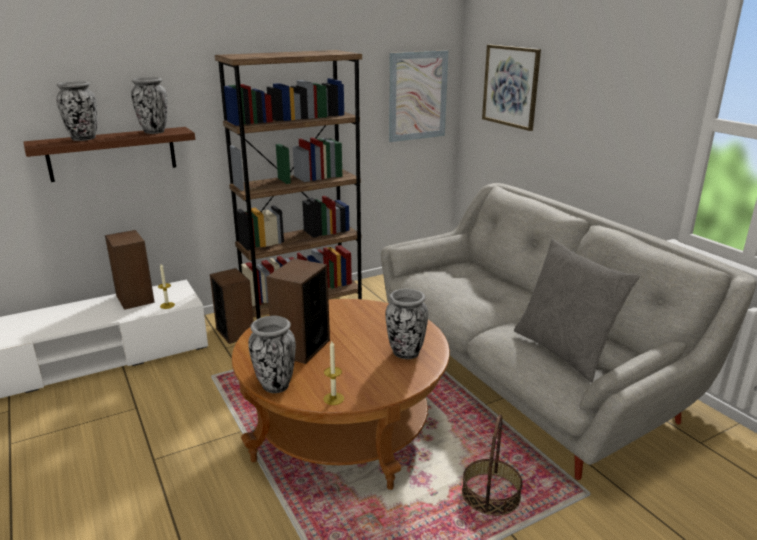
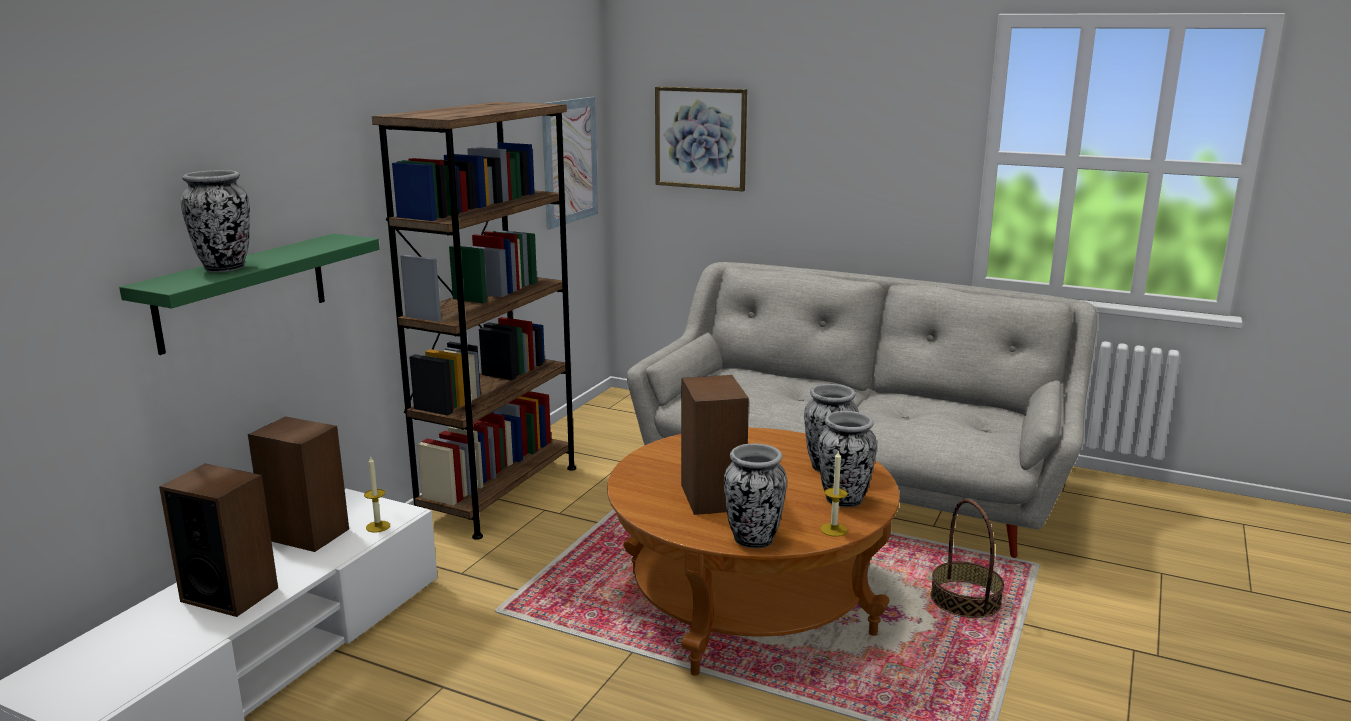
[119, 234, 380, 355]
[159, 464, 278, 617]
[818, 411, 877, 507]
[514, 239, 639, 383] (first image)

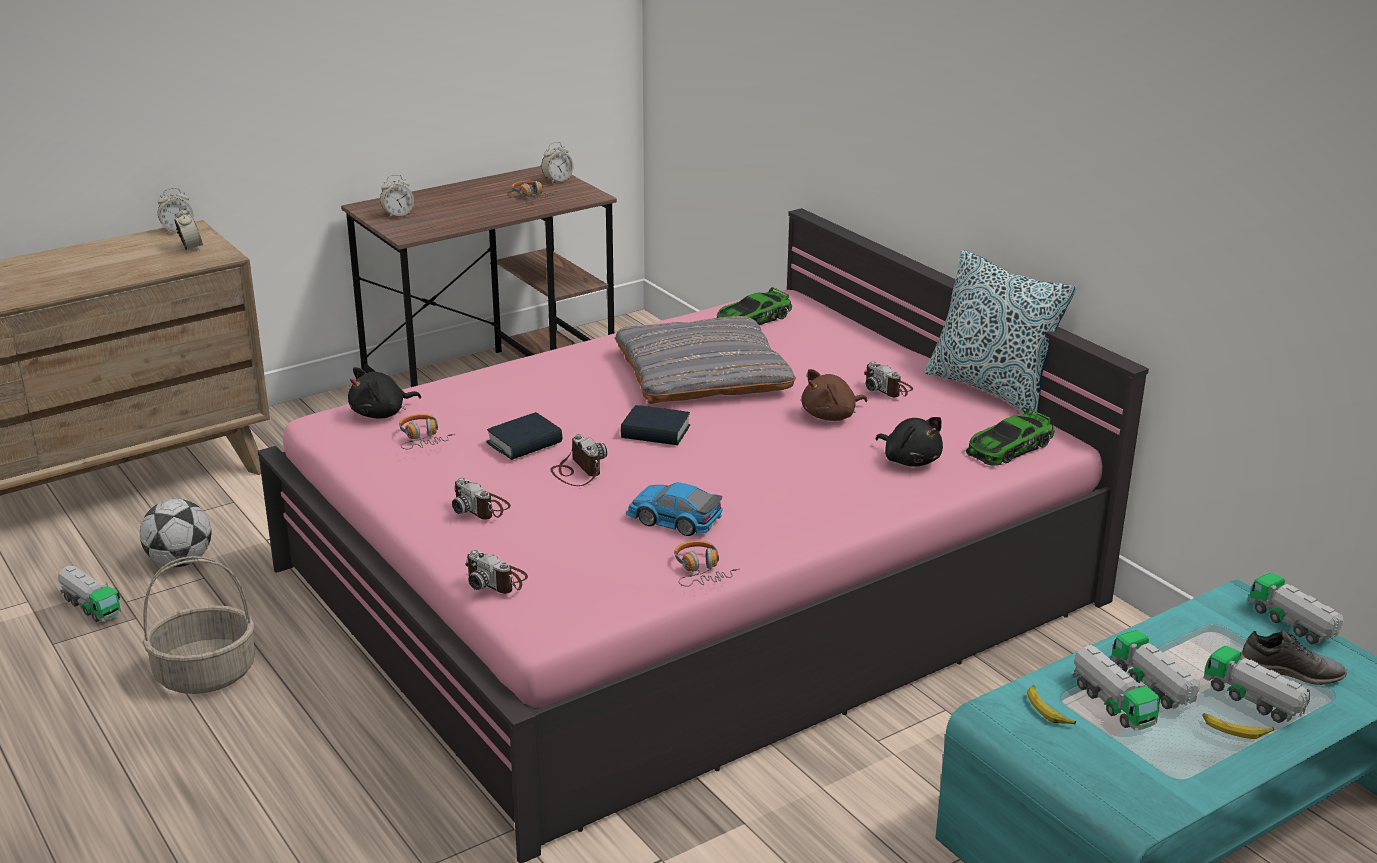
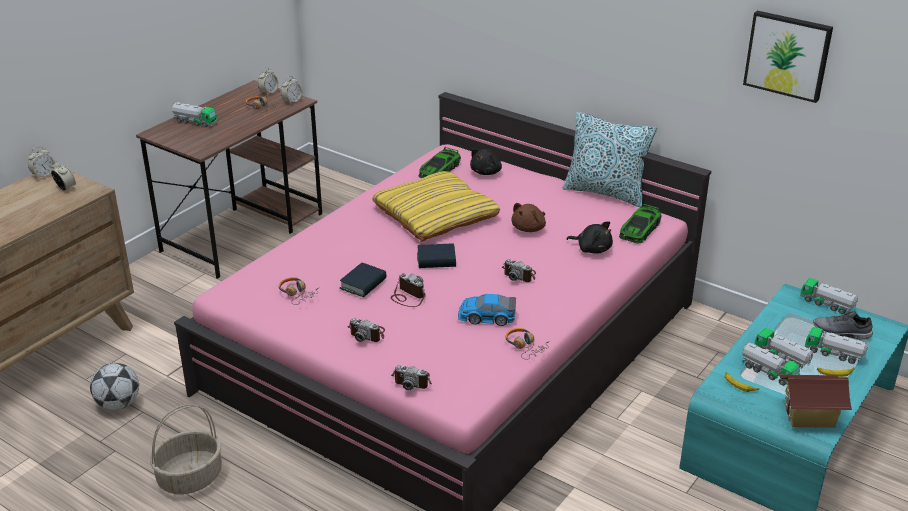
[172, 102, 217, 128]
[281, 76, 302, 105]
[372, 171, 500, 242]
[470, 148, 502, 175]
[502, 259, 536, 282]
[743, 11, 833, 103]
[780, 375, 852, 428]
[813, 311, 873, 340]

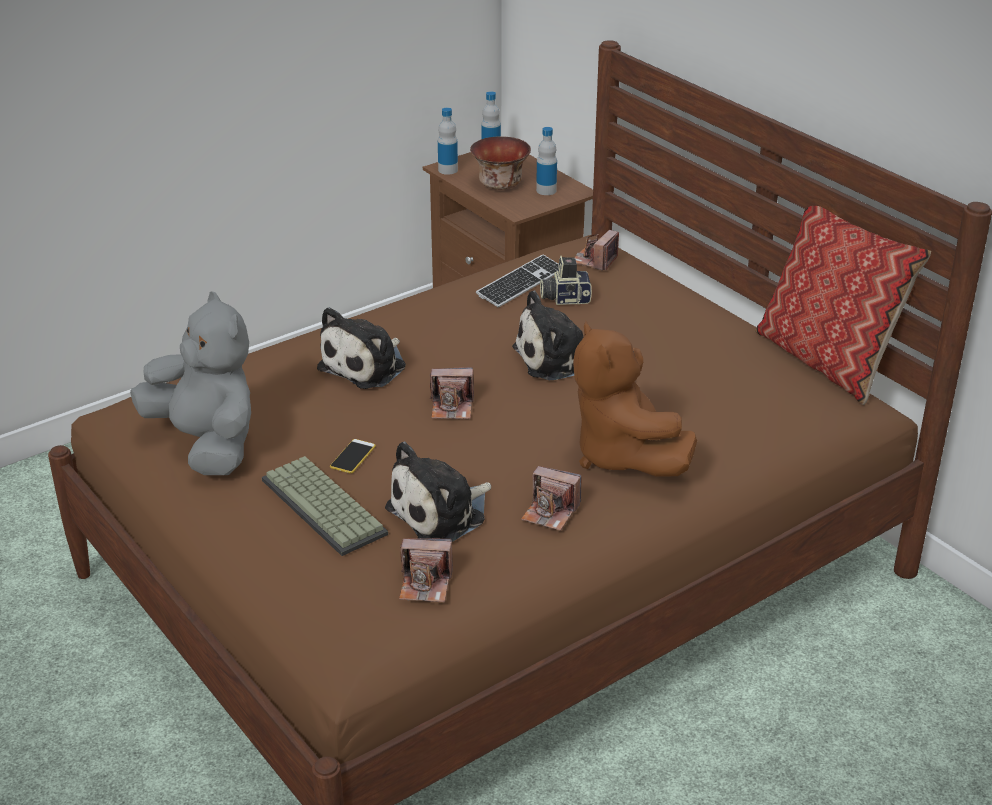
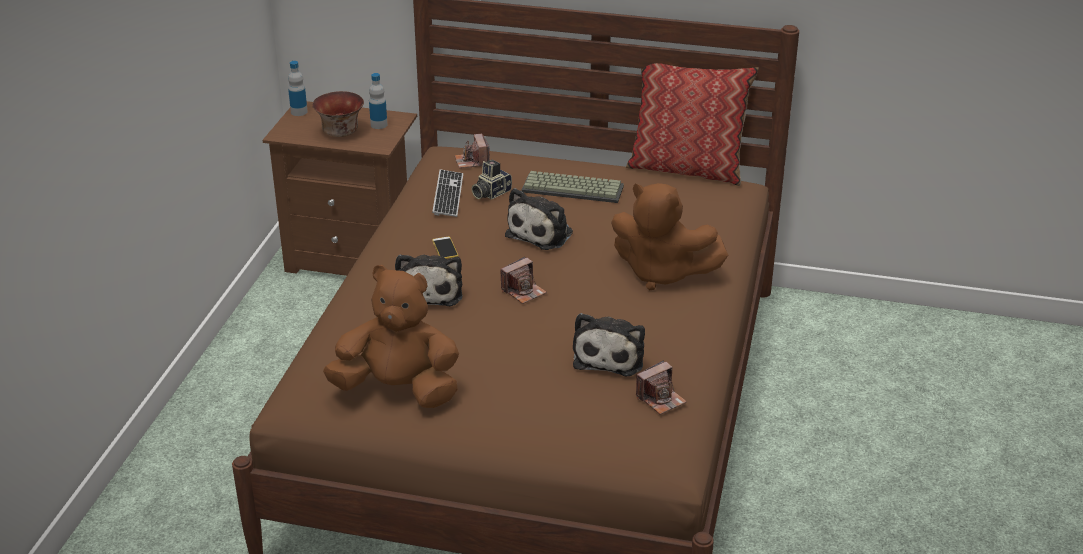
[323, 265, 459, 408]
[432, 237, 458, 259]
[522, 171, 624, 203]
[438, 108, 458, 175] (first image)
[521, 466, 581, 531] (first image)

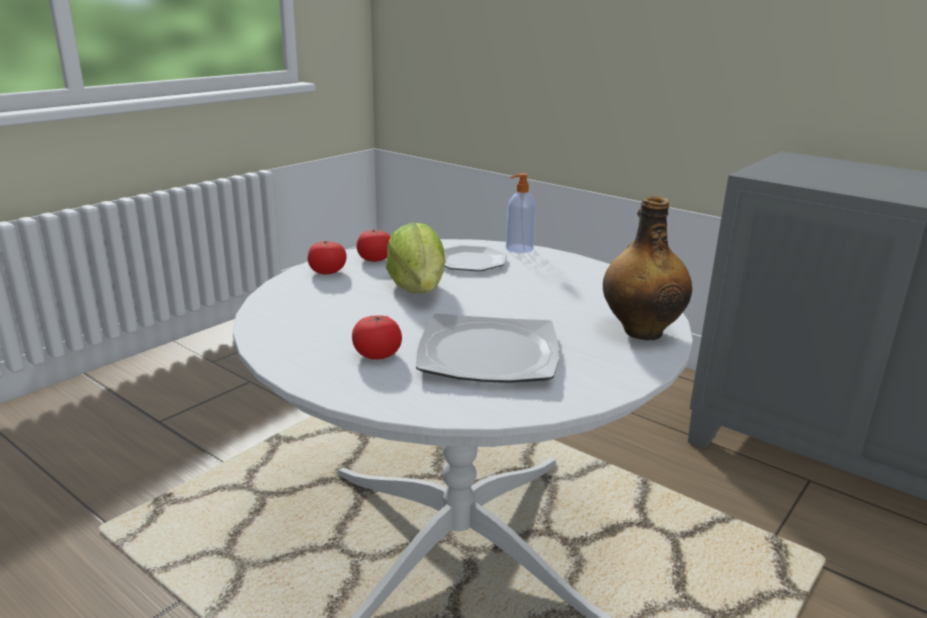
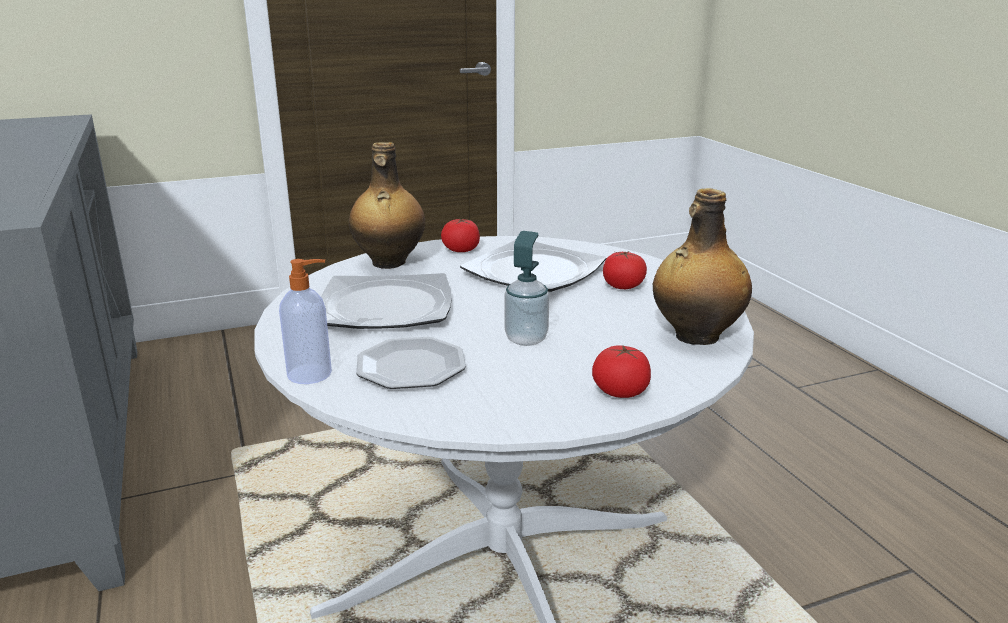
[321, 273, 452, 329]
[441, 219, 480, 252]
[504, 231, 549, 346]
[652, 188, 752, 345]

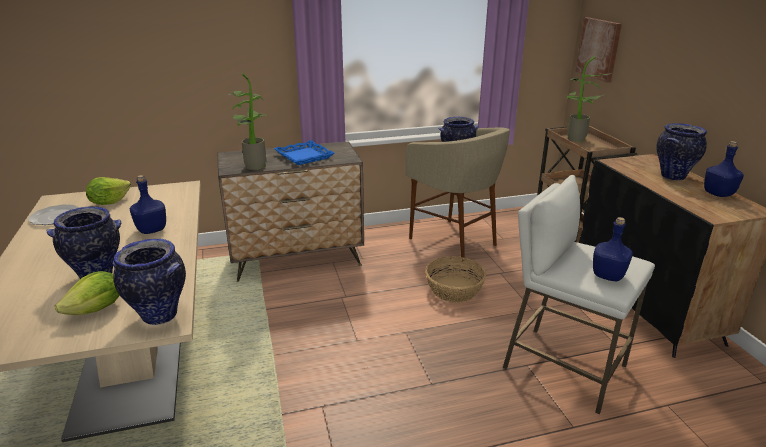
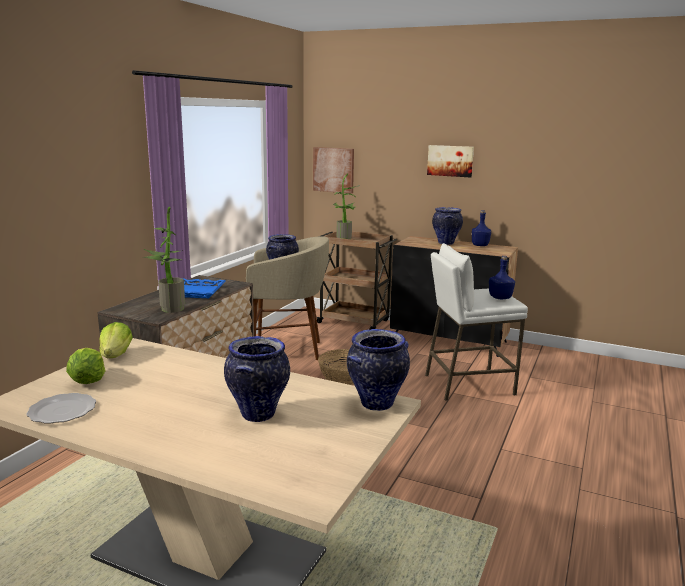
[100, 322, 133, 358]
[427, 145, 474, 178]
[129, 175, 166, 234] (first image)

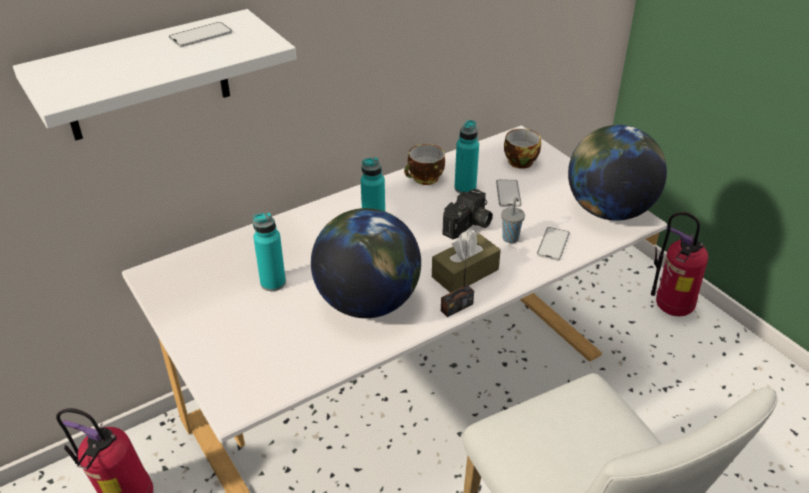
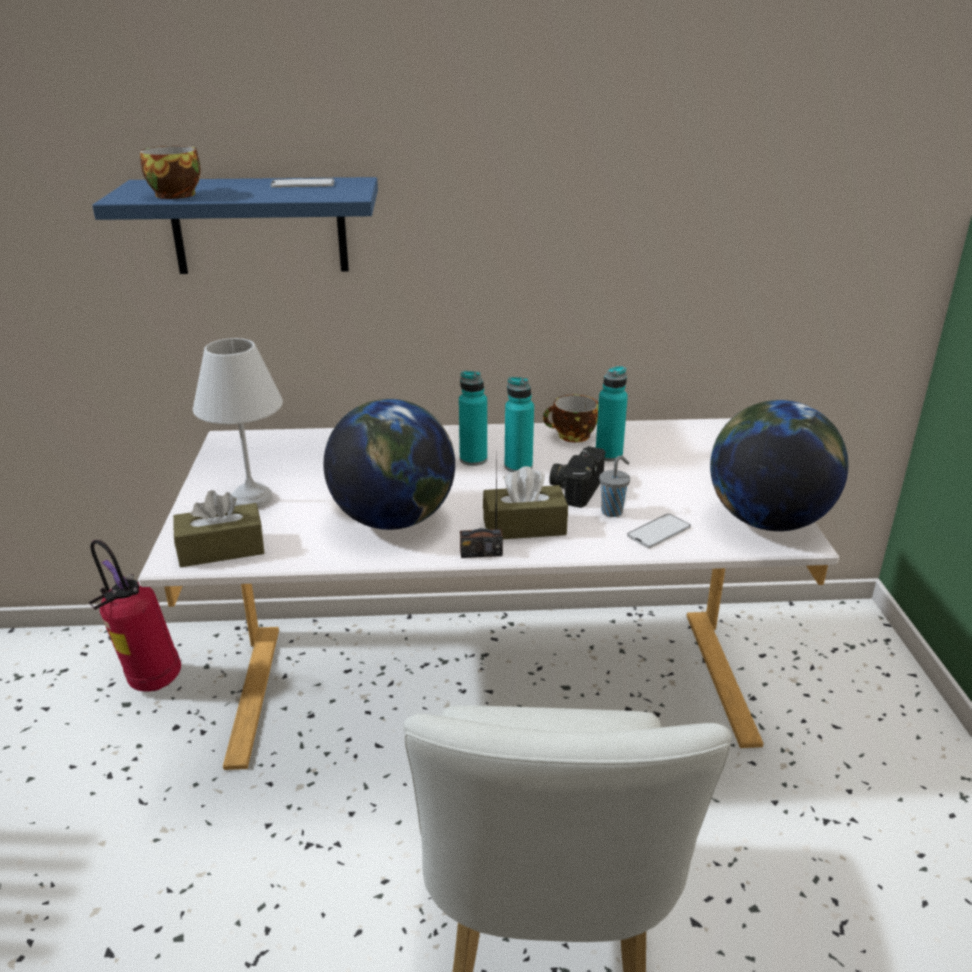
[92, 177, 378, 274]
[140, 146, 201, 199]
[173, 490, 265, 567]
[193, 338, 283, 508]
[504, 377, 534, 472]
[549, 446, 606, 508]
[496, 180, 521, 207] (first image)
[651, 212, 708, 316] (first image)

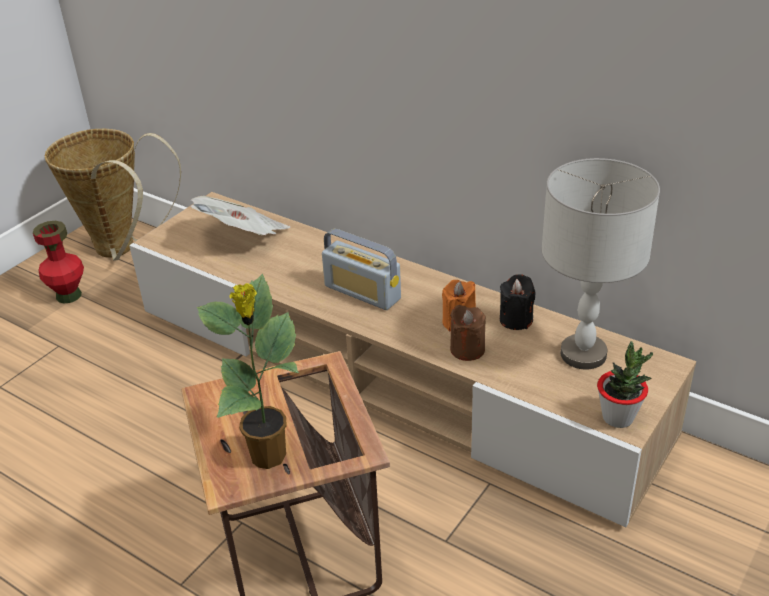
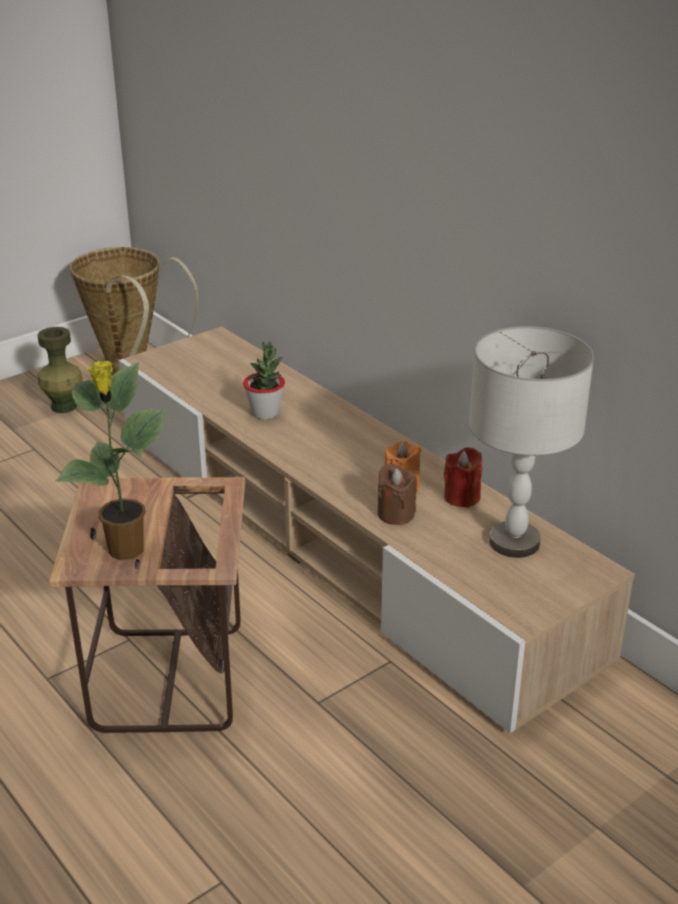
[37, 327, 83, 413]
[243, 341, 285, 419]
[444, 447, 482, 508]
[190, 196, 291, 236] (first image)
[322, 229, 401, 310] (first image)

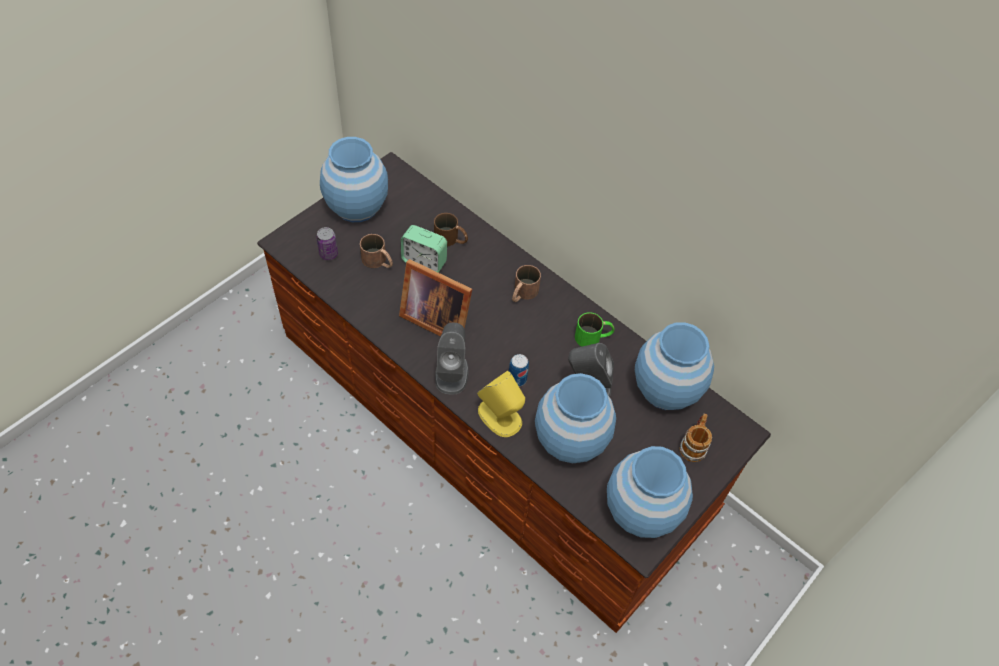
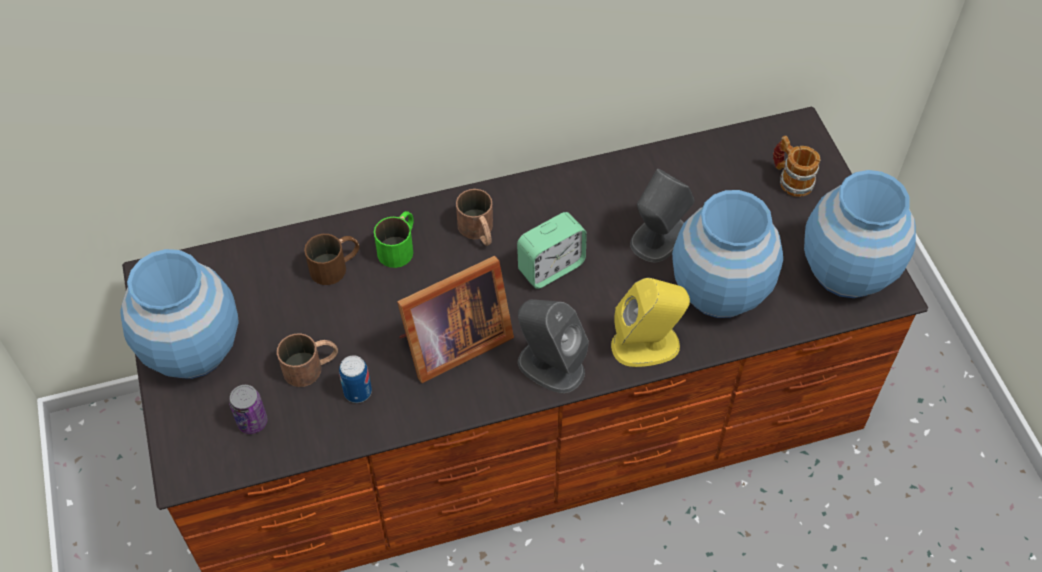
[339, 355, 372, 403]
[374, 211, 414, 268]
[517, 212, 587, 289]
[635, 322, 714, 410] (first image)

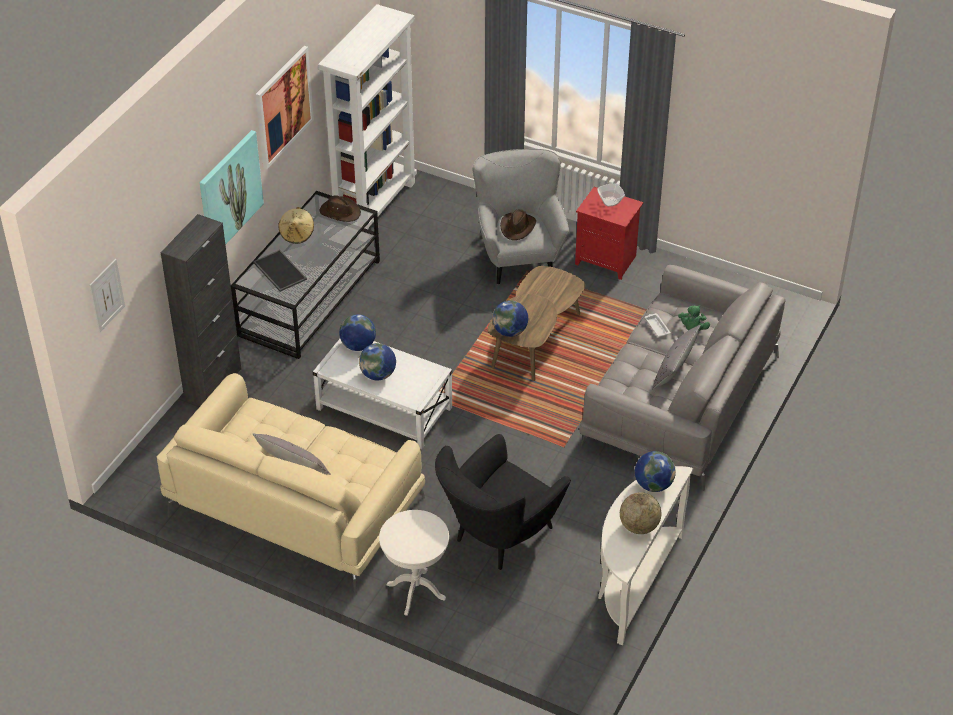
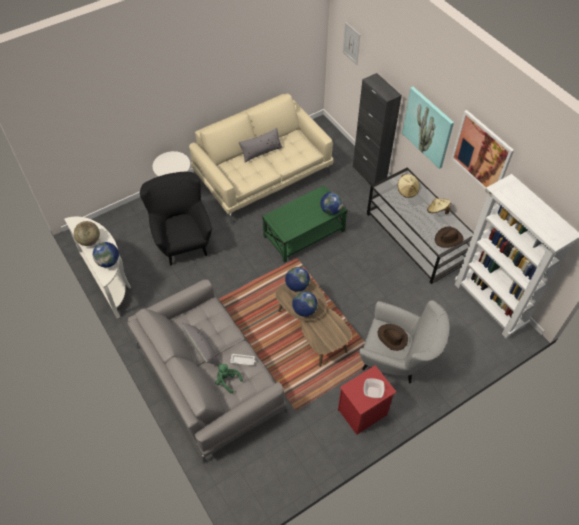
[262, 185, 347, 263]
[292, 291, 318, 317]
[398, 174, 420, 198]

